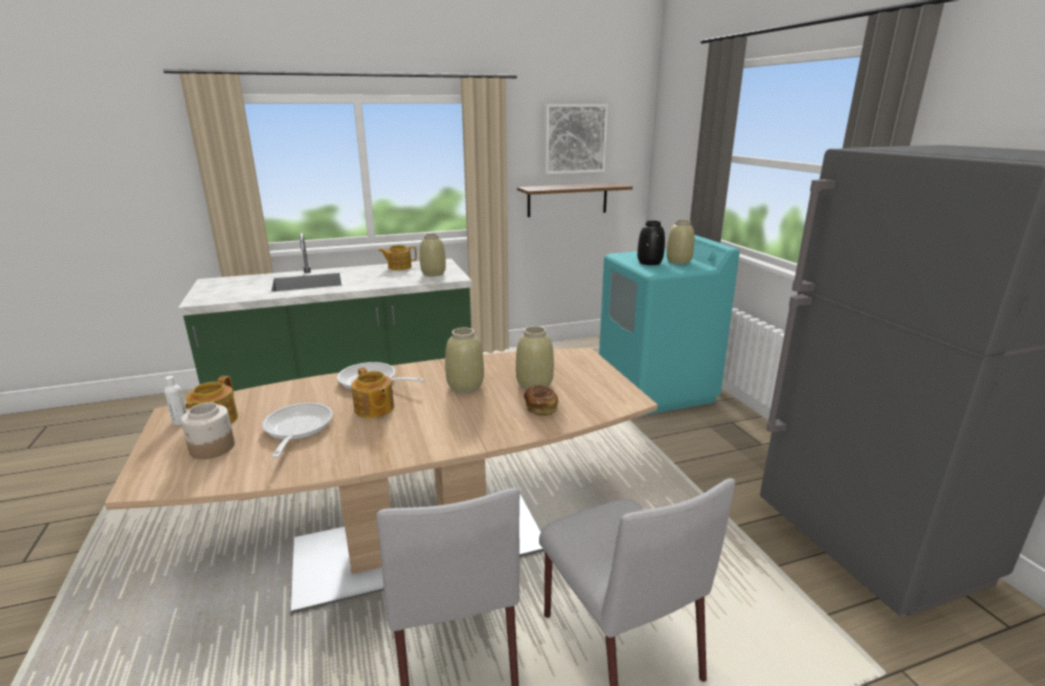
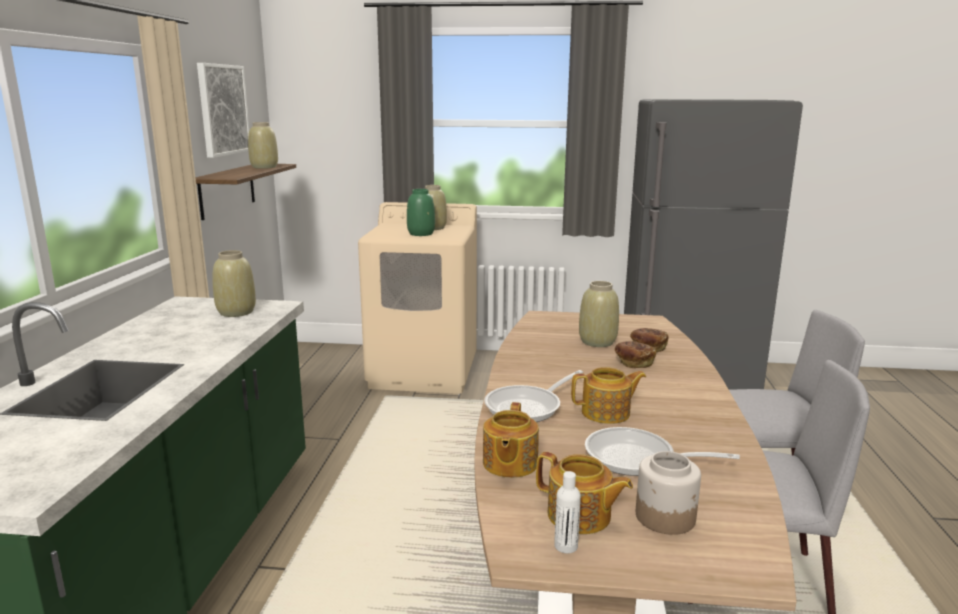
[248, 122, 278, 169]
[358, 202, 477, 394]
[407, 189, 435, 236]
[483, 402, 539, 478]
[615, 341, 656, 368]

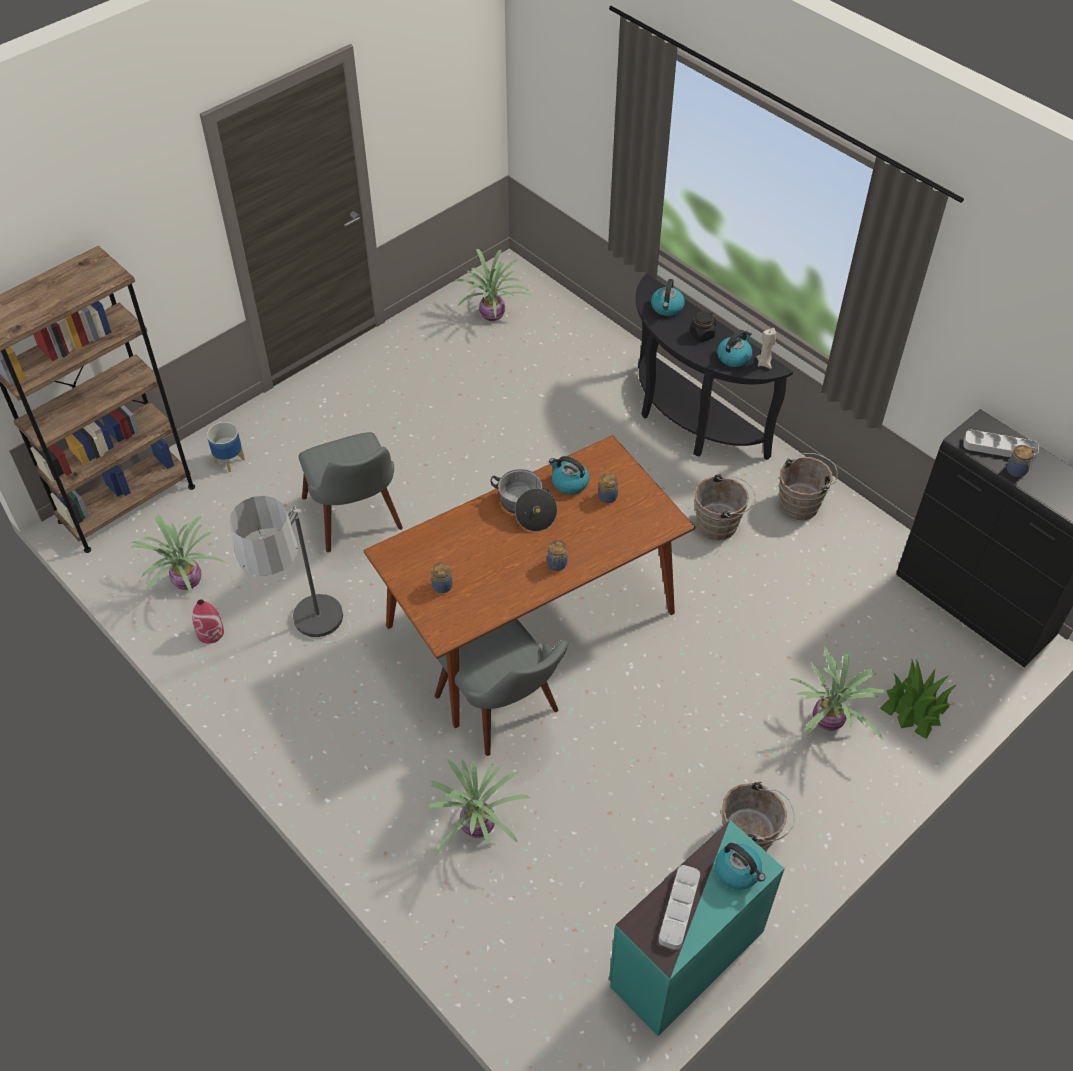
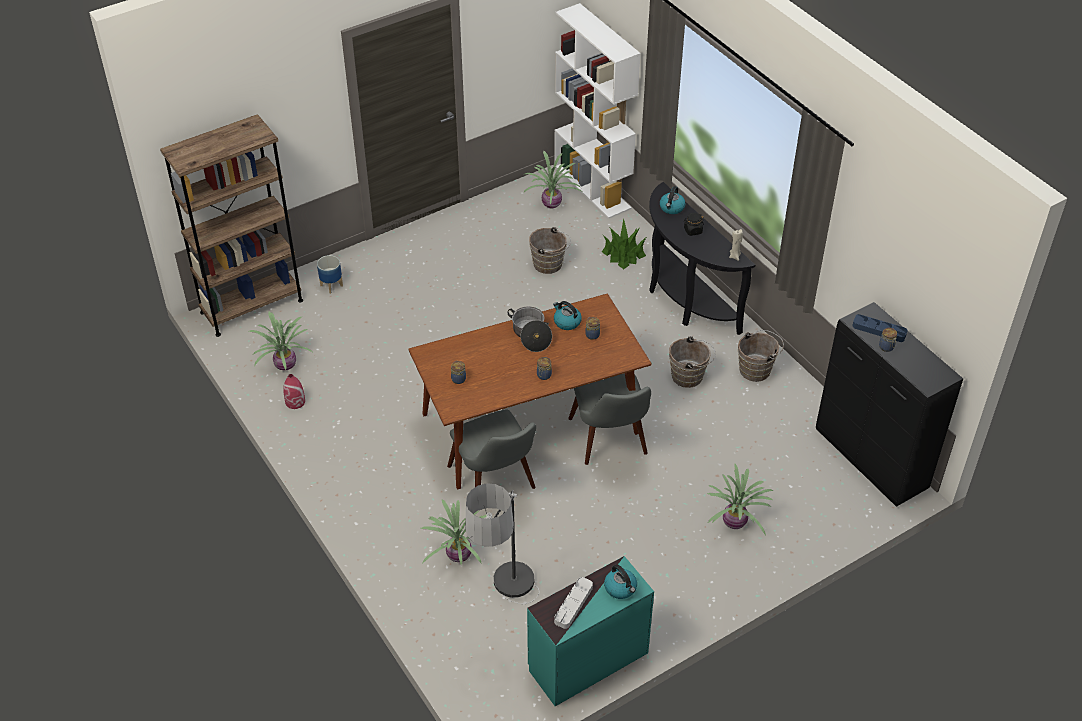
[465, 483, 539, 604]
[529, 227, 571, 274]
[554, 3, 641, 219]
[568, 373, 651, 465]
[601, 218, 646, 269]
[852, 314, 908, 342]
[717, 330, 752, 367] (first image)

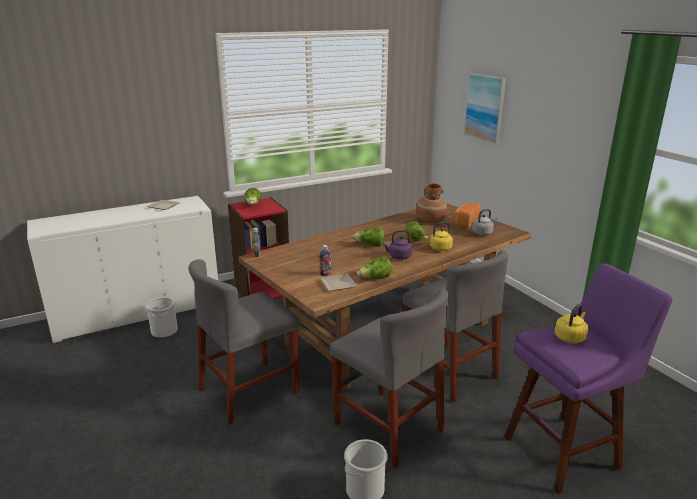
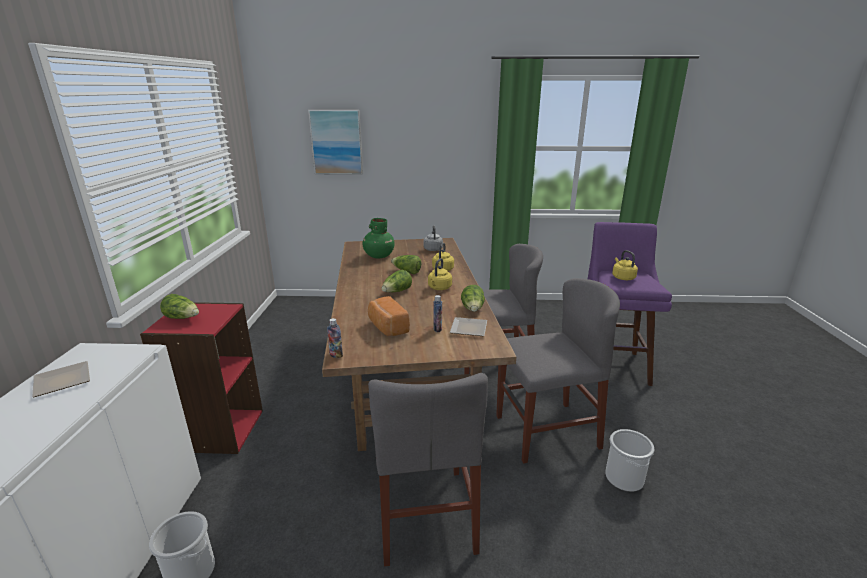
[363, 218, 394, 258]
[368, 296, 410, 336]
[428, 258, 452, 290]

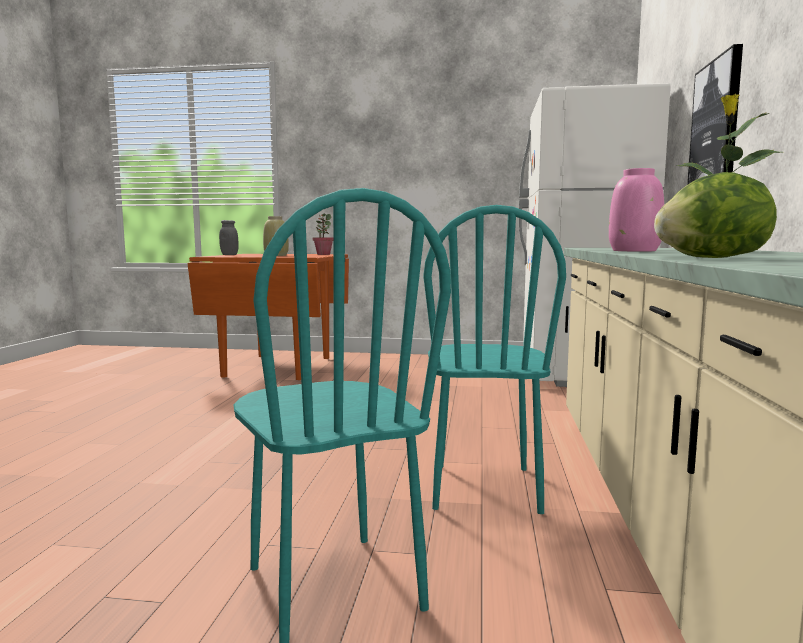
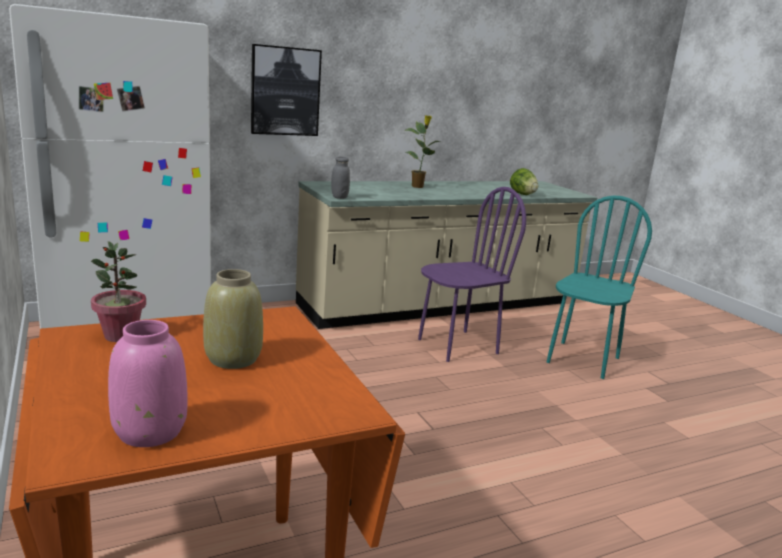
[108, 320, 188, 447]
[331, 157, 350, 199]
[418, 187, 526, 362]

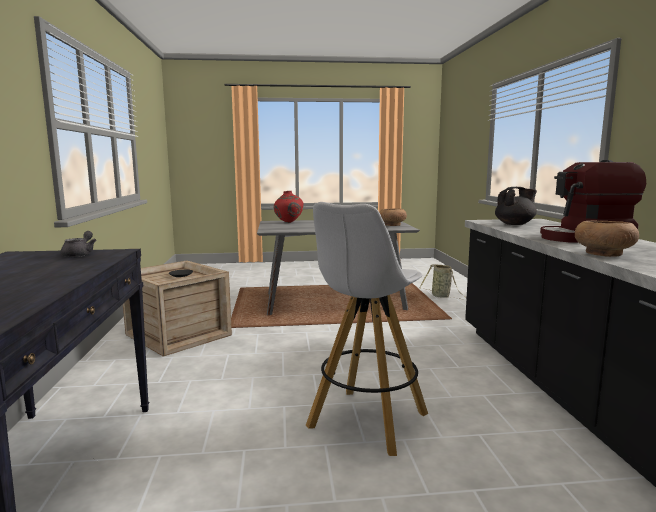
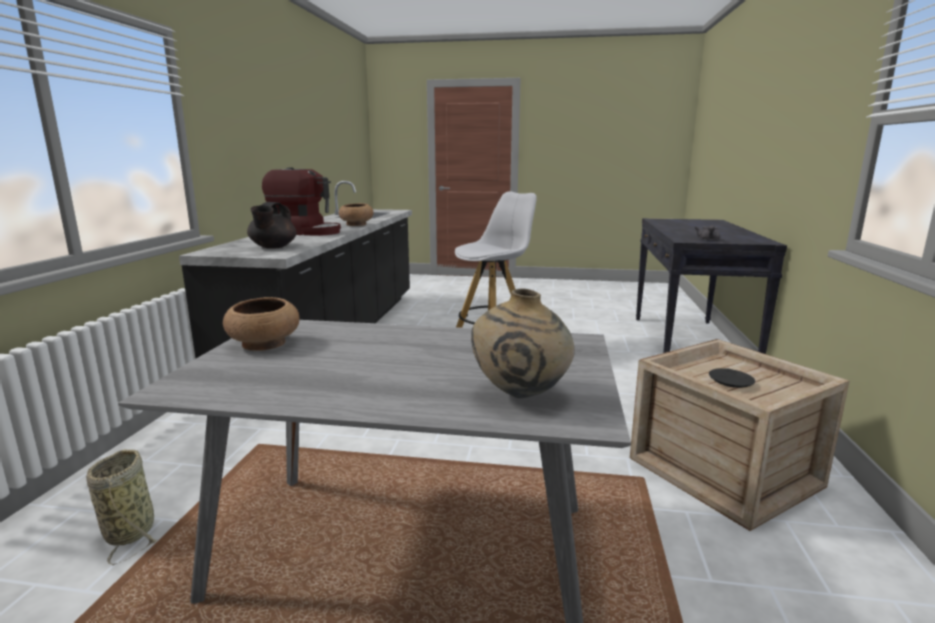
[247, 202, 296, 249]
[471, 289, 575, 398]

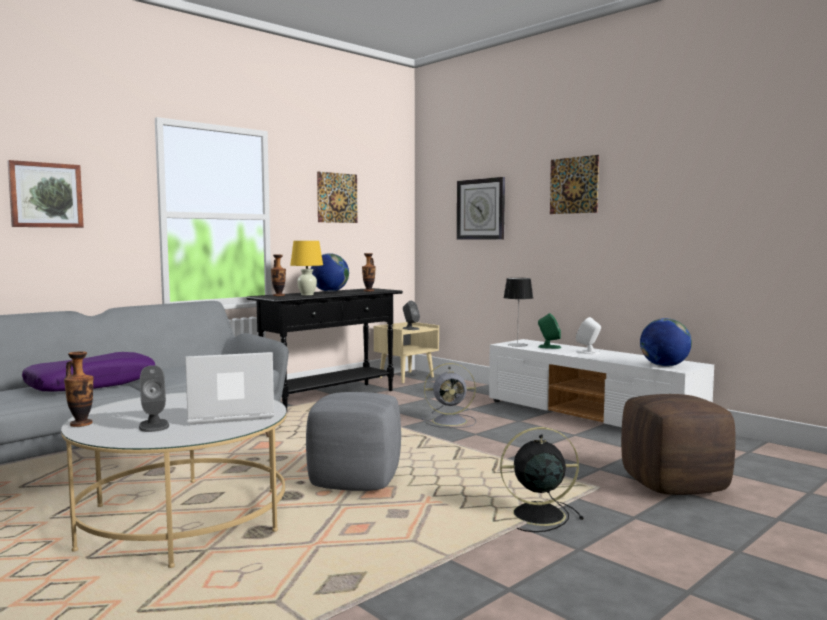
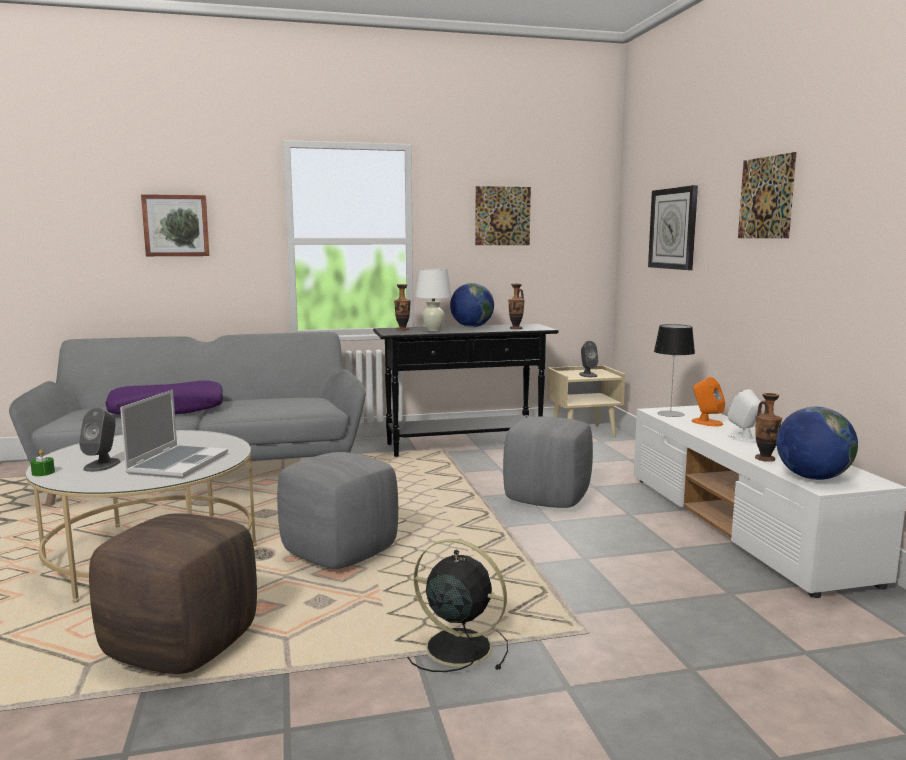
[30, 450, 55, 476]
[89, 513, 257, 674]
[120, 390, 228, 478]
[415, 269, 452, 331]
[503, 416, 593, 508]
[691, 377, 725, 427]
[755, 393, 782, 462]

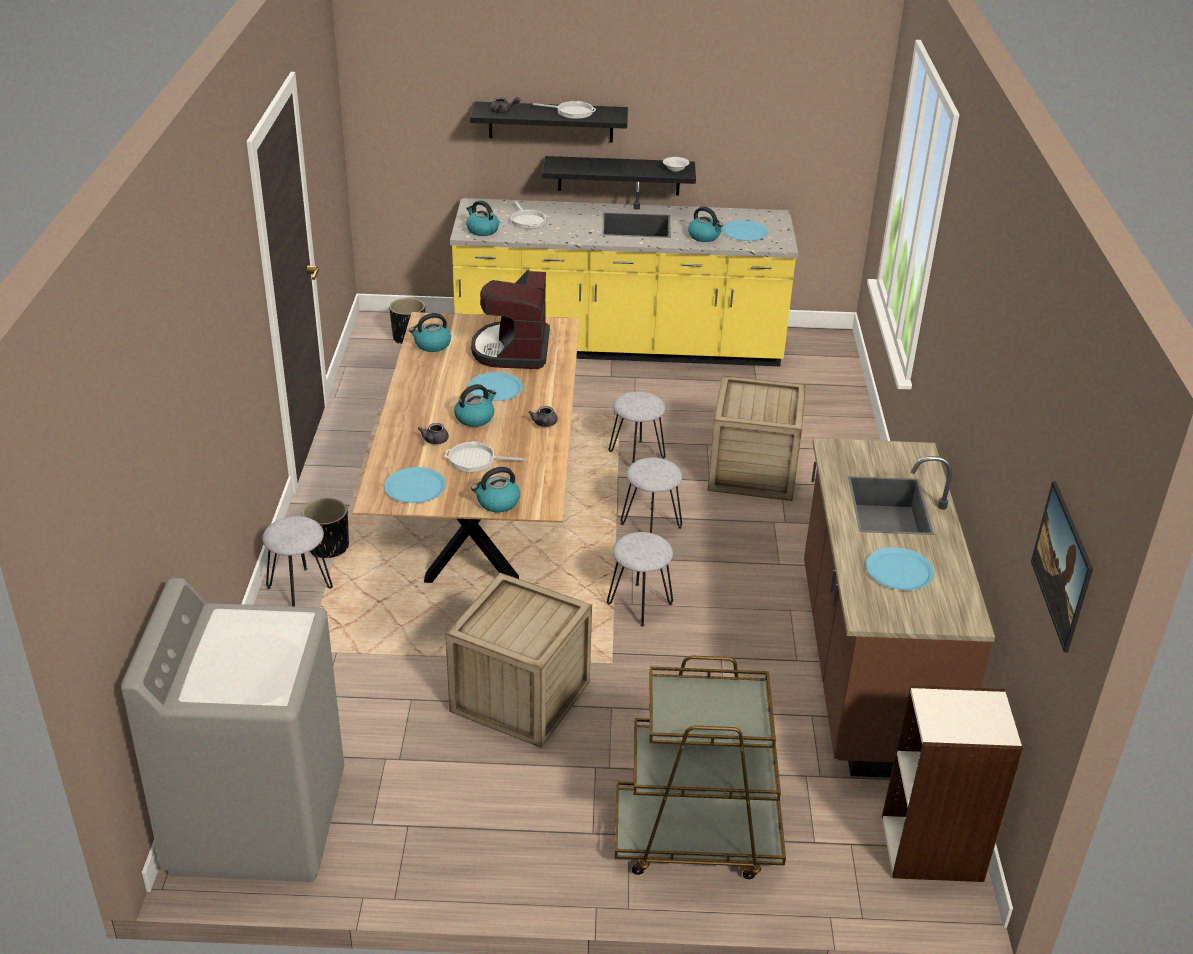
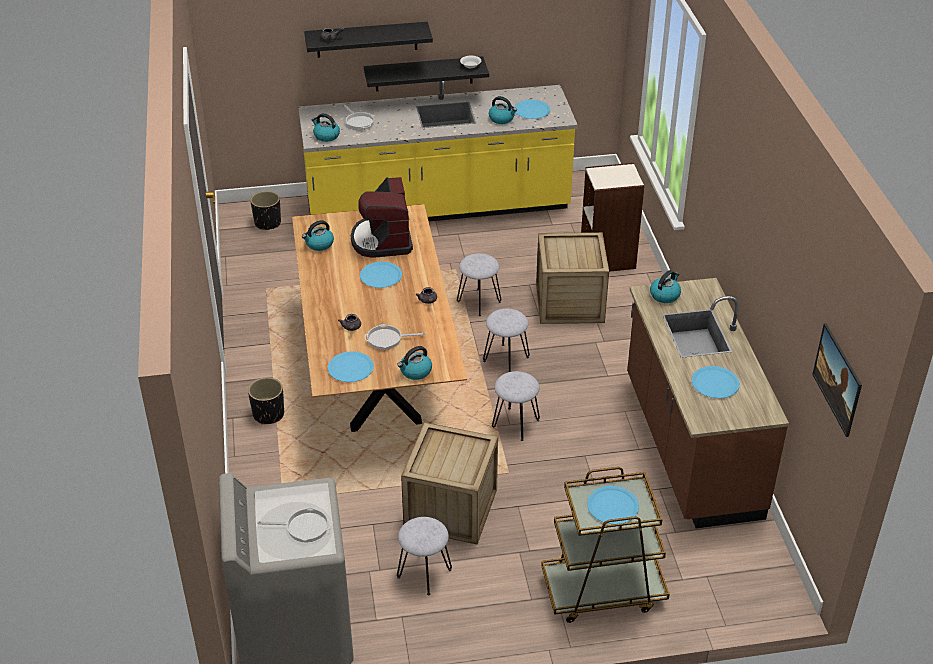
[257, 507, 332, 542]
[397, 517, 452, 595]
[581, 163, 645, 272]
[587, 486, 639, 524]
[650, 270, 681, 303]

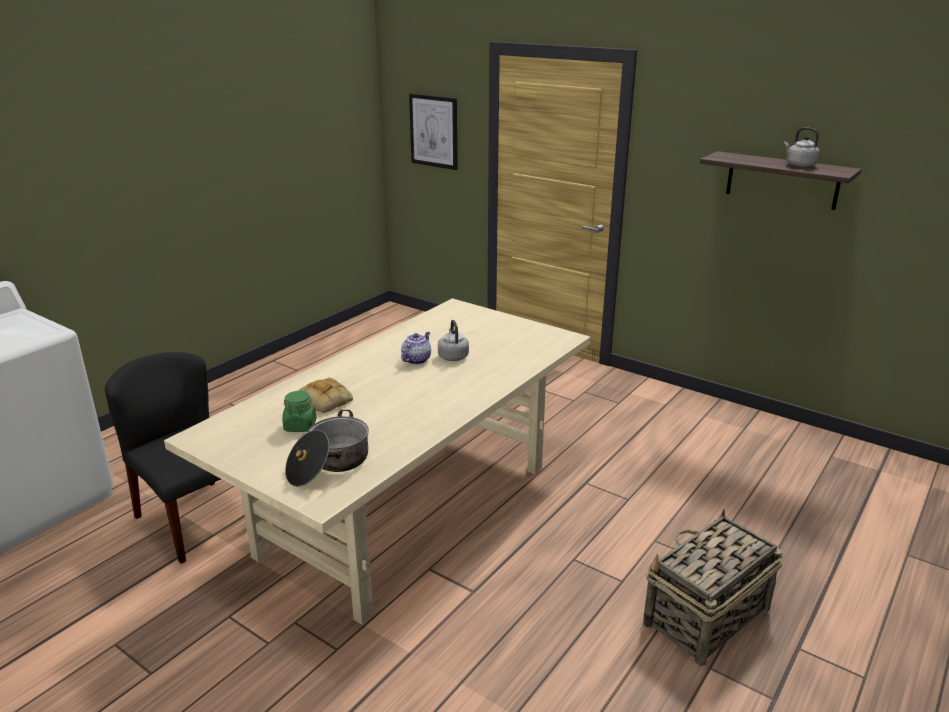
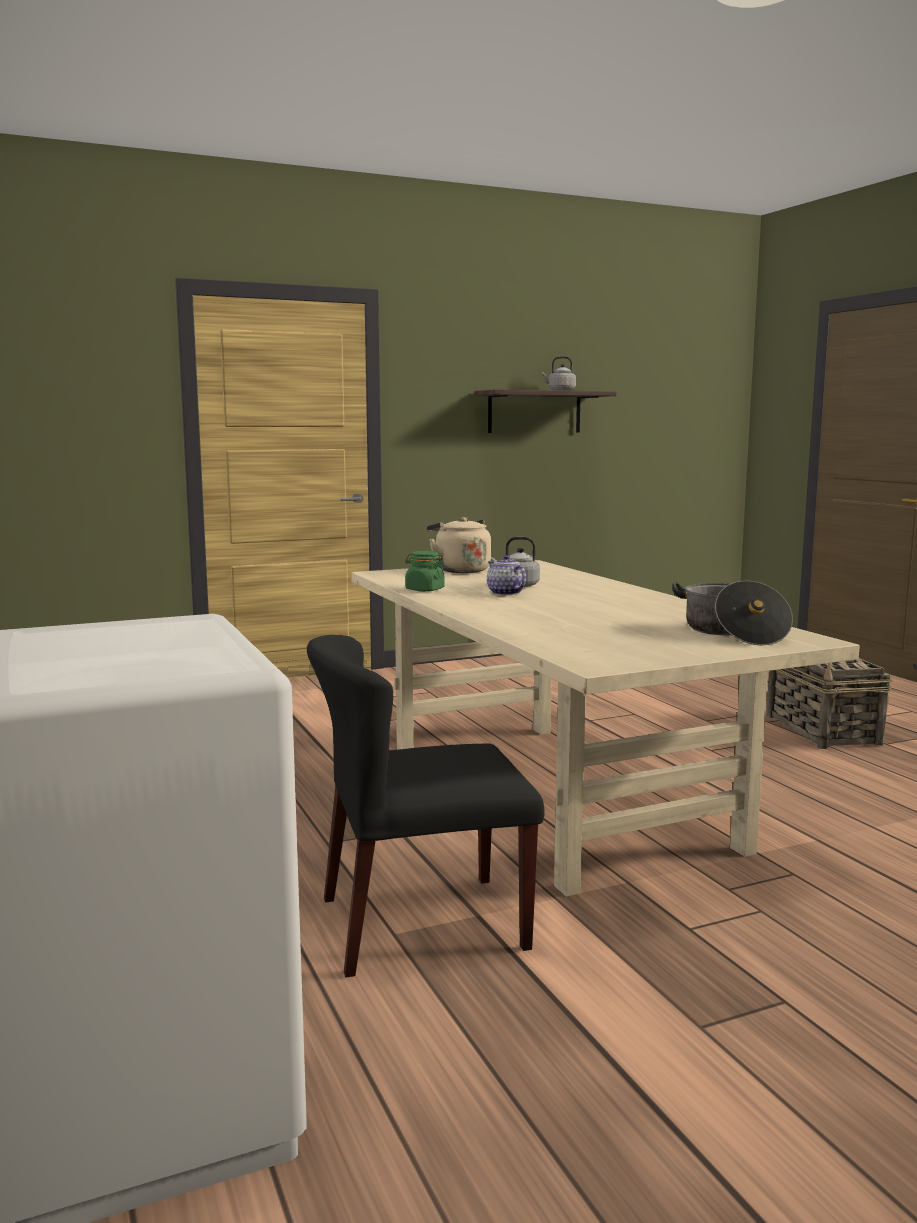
[405, 551, 445, 592]
[427, 517, 491, 573]
[299, 378, 353, 413] (first image)
[409, 94, 458, 170] (first image)

